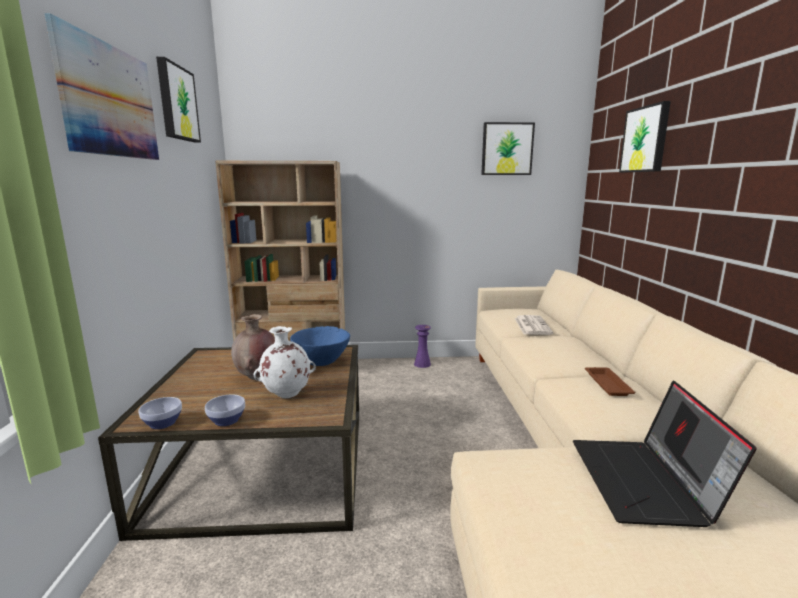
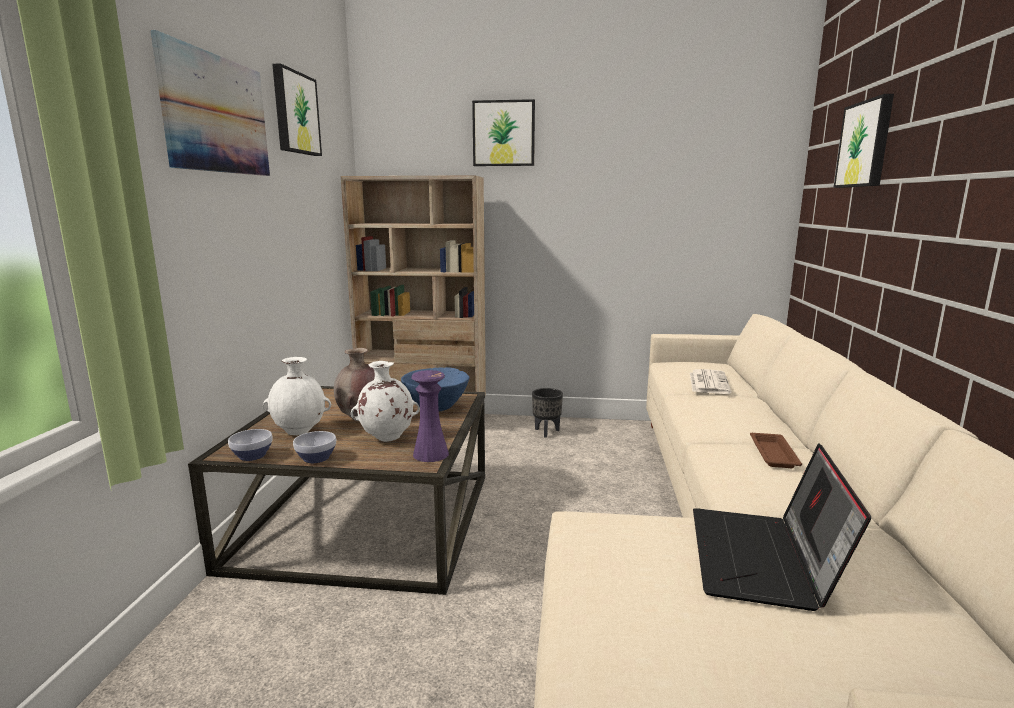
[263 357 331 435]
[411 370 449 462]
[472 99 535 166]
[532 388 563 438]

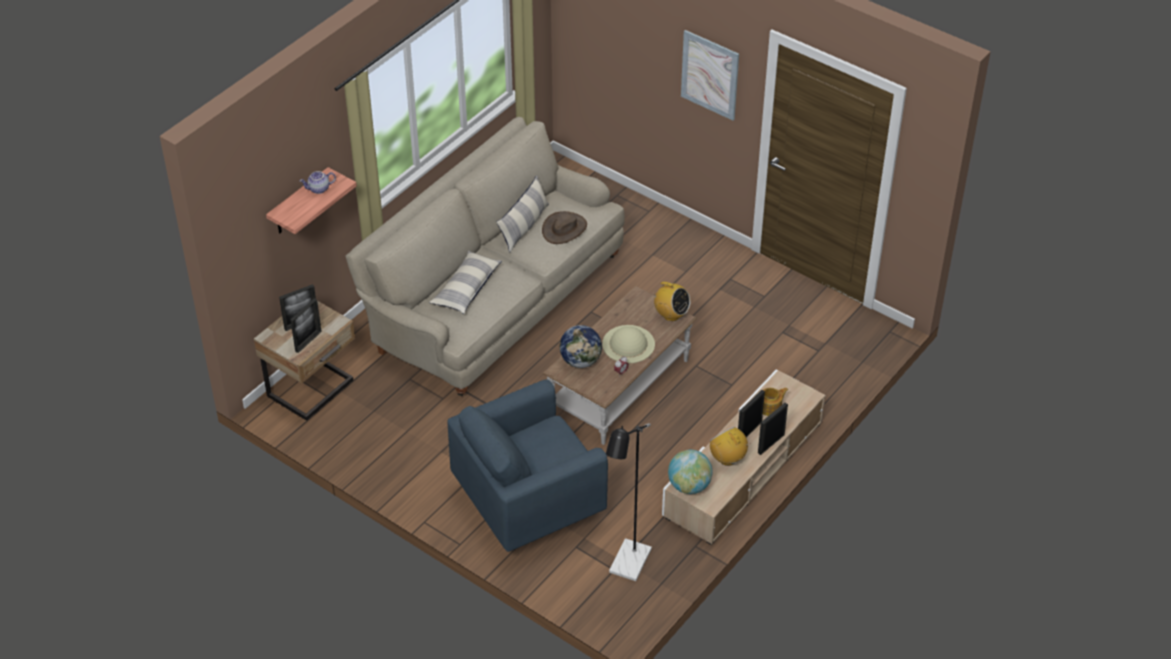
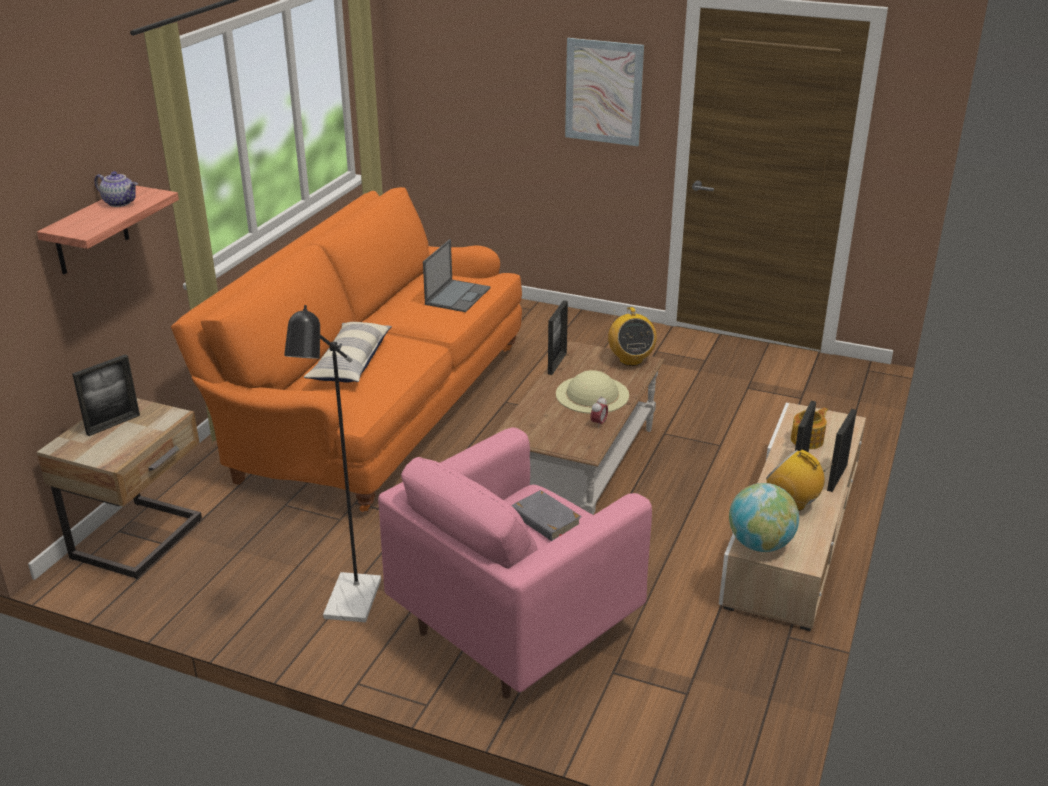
[94 171 138 207]
[171 187 522 512]
[284 305 381 622]
[378 427 652 698]
[423 239 491 312]
[511 490 582 541]
[548 300 568 375]
[608 307 657 366]
[497 175 549 253] (first image)
[560 325 602 368] (first image)

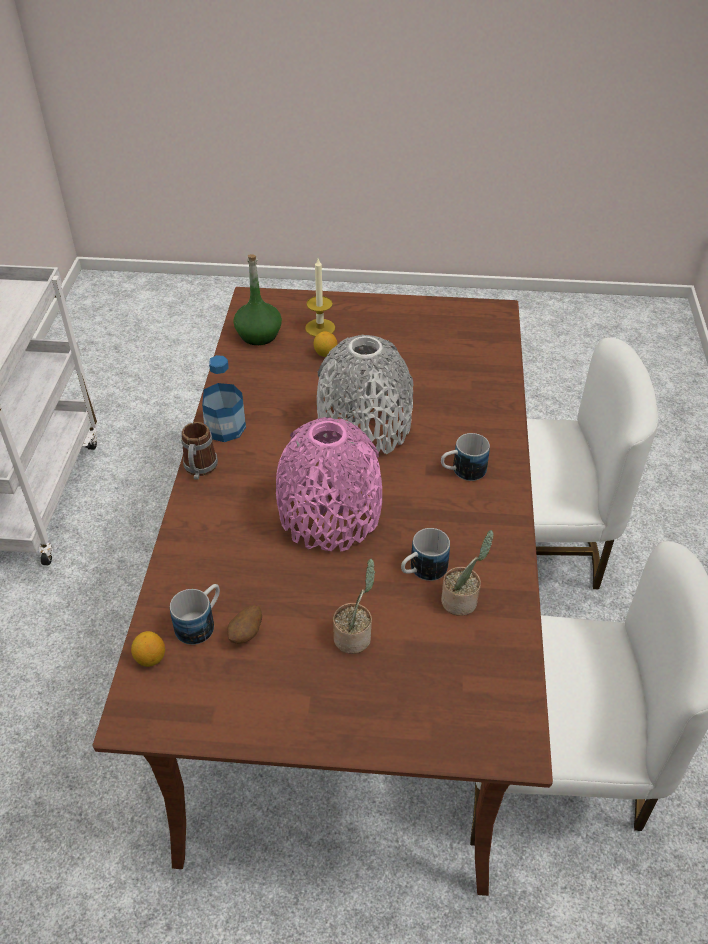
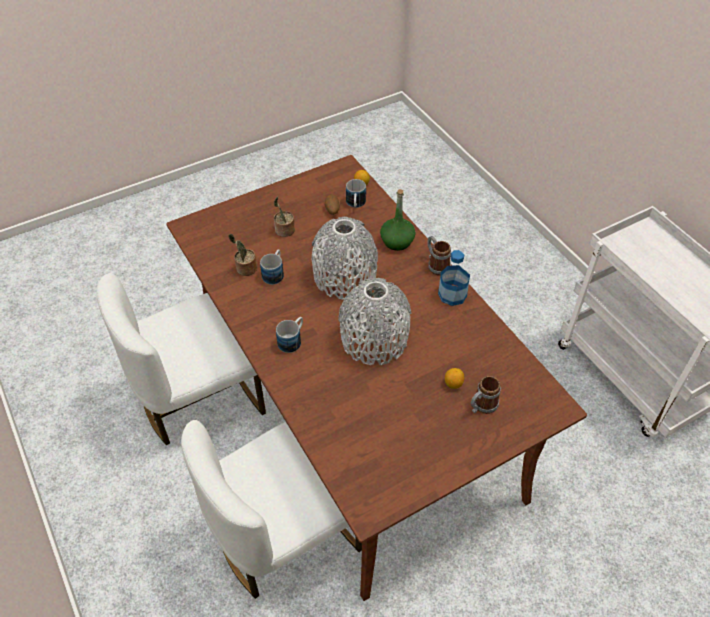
[312 217 378 299]
[380 189 416 251]
[471 376 501 414]

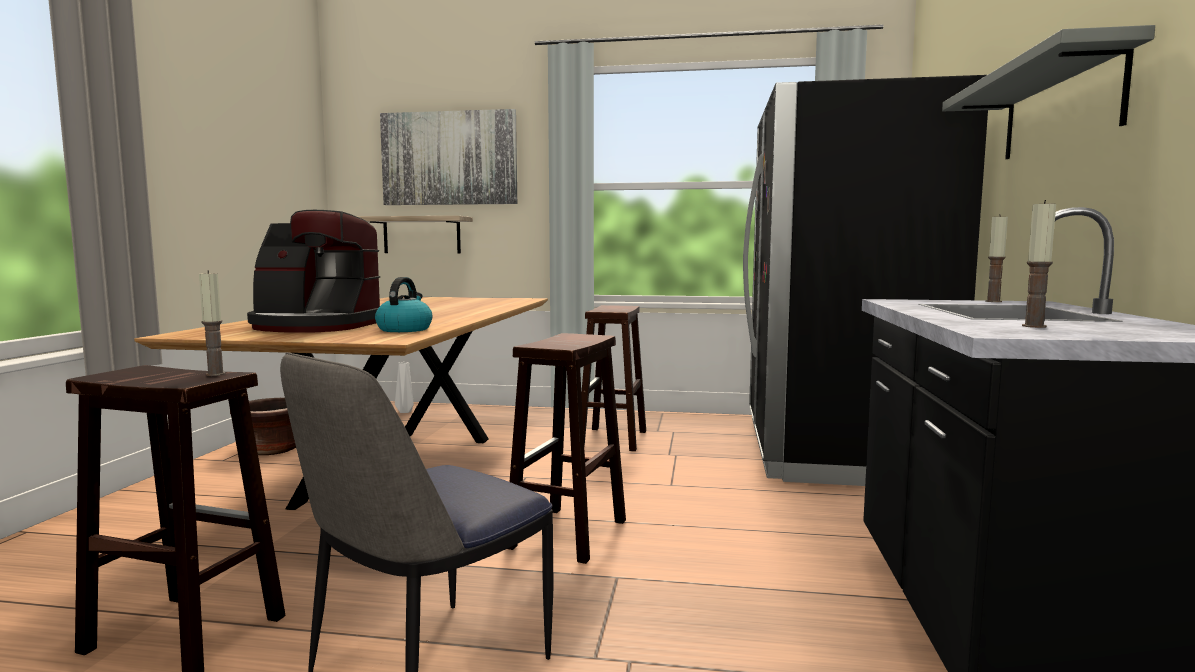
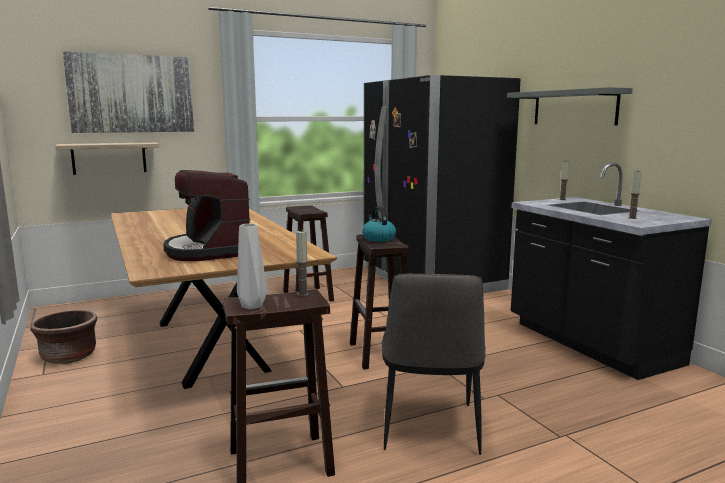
[163 170 250 261]
[237 224 267 309]
[362 207 396 242]

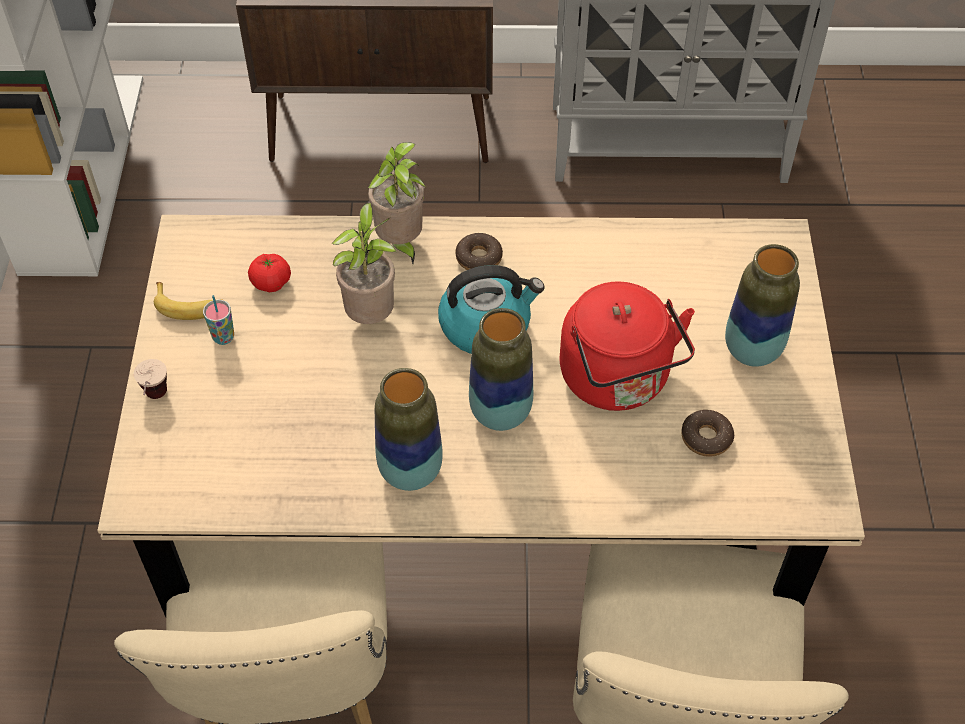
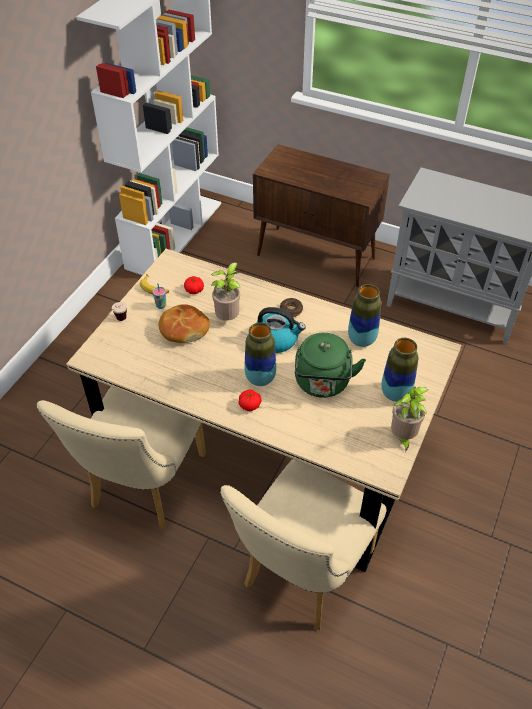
[159 304 210 343]
[238 390 261 411]
[295 333 366 398]
[348 284 381 347]
[391 387 428 452]
[681 410 734 457] (first image)

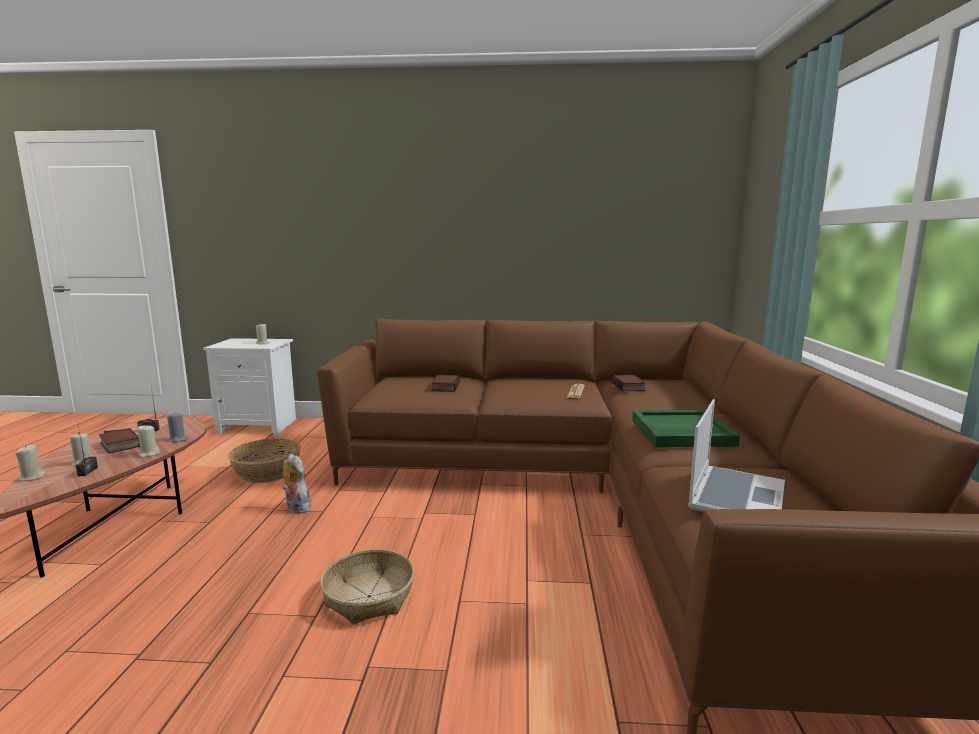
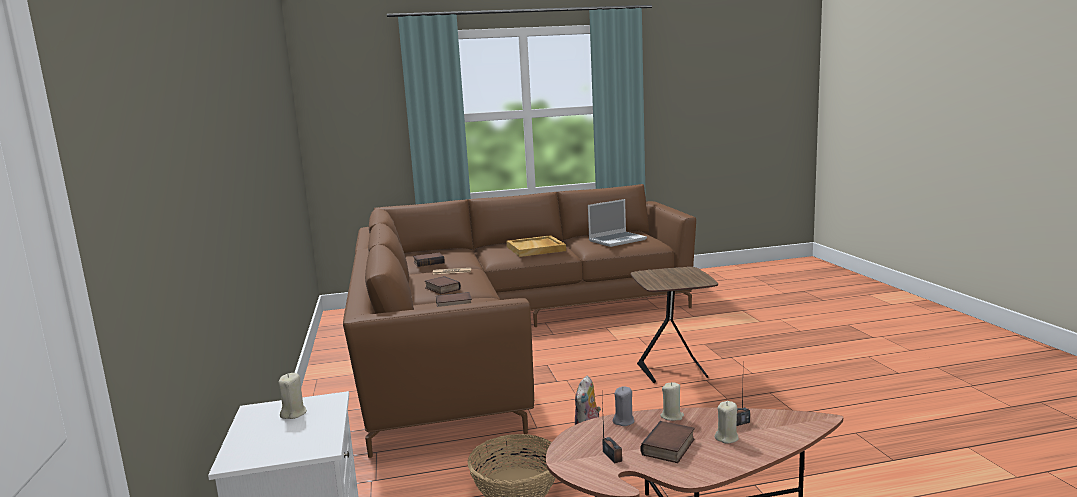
[425 276 461 294]
[506 235 566 257]
[588 199 647 247]
[631 267 718 383]
[15 445 46 481] (first image)

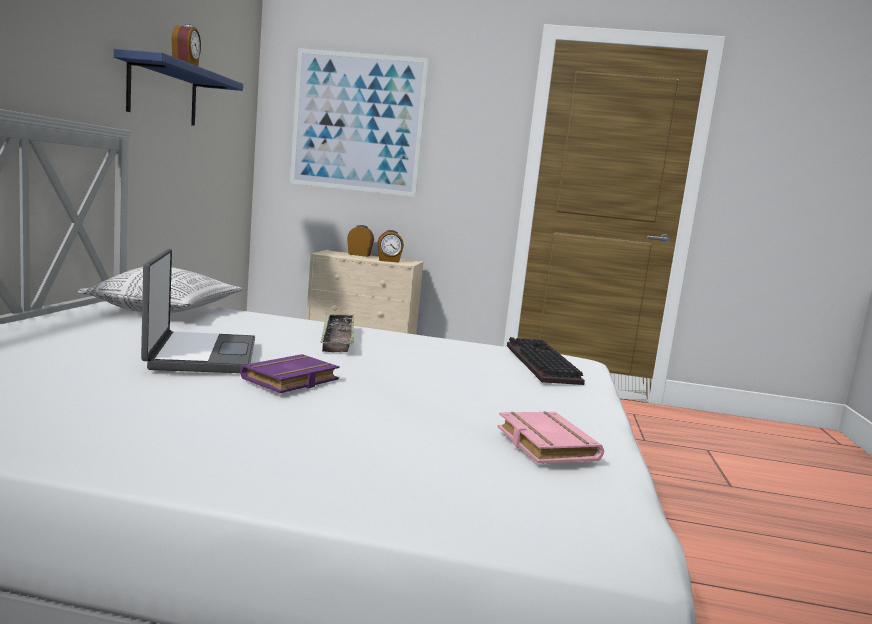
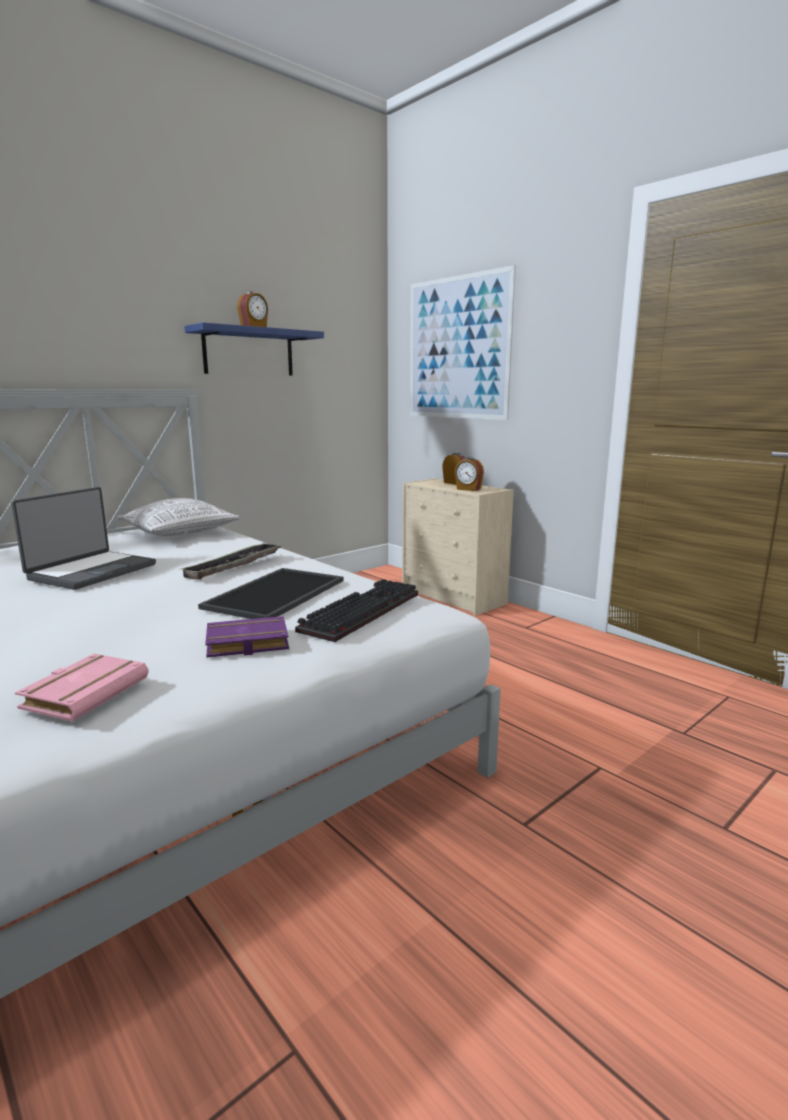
[198 568 344 619]
[205 616 289 657]

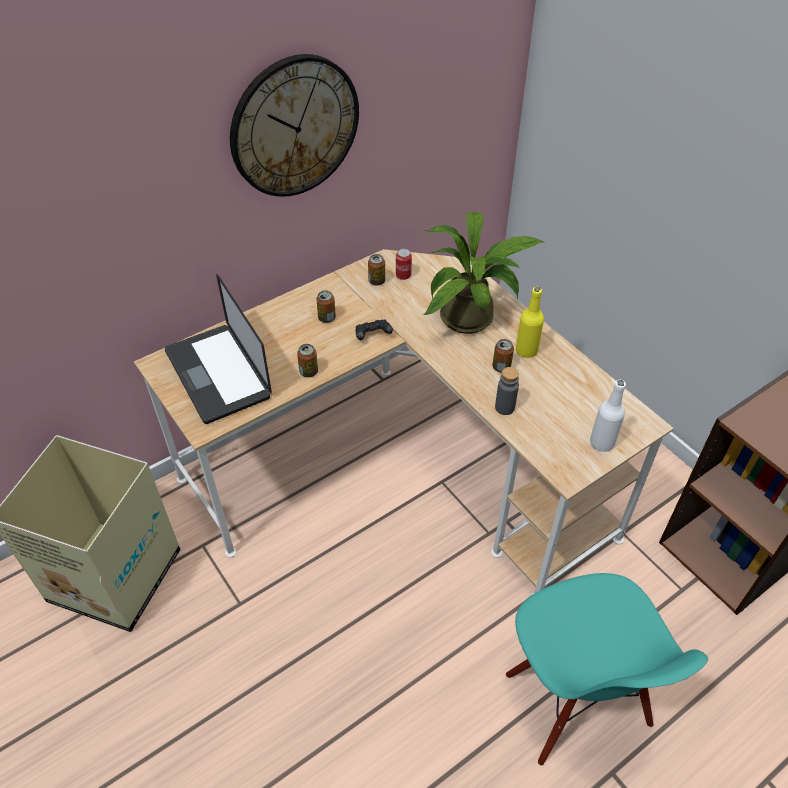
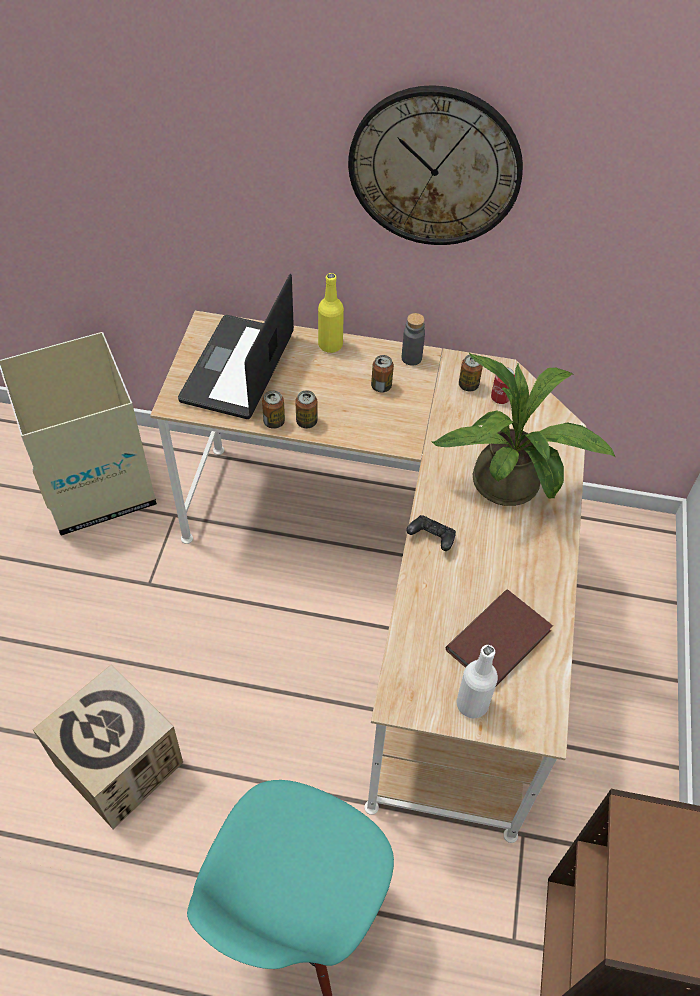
[33 664 183 829]
[262 390 285 429]
[318 273 344 353]
[402 313 425 366]
[406 515 456 551]
[446 590 553 686]

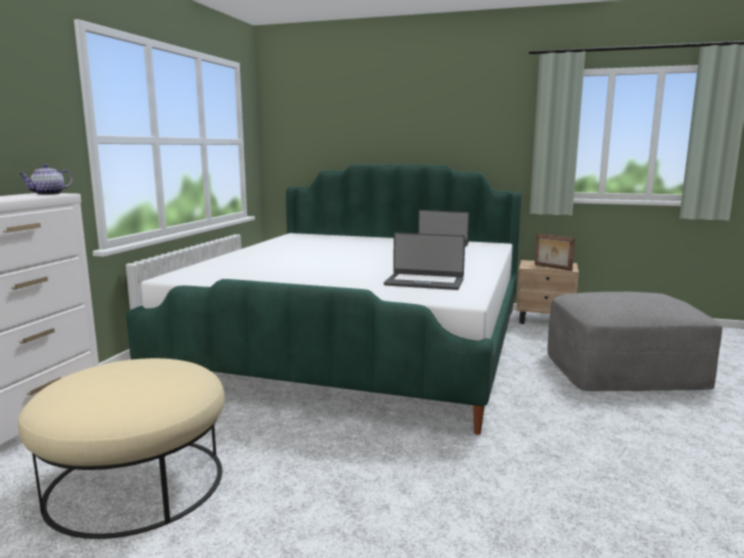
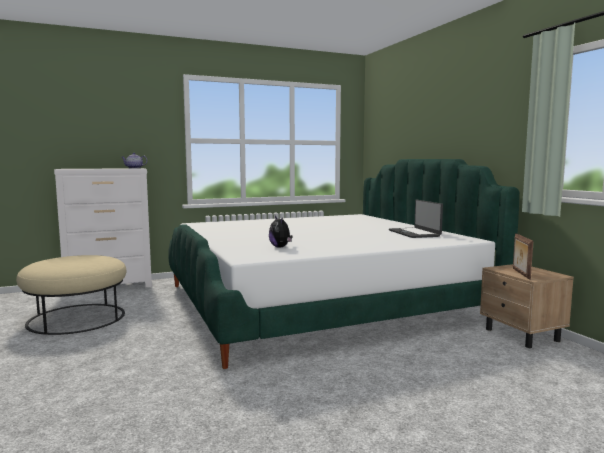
[269 216 293 248]
[548 292 722 391] (first image)

